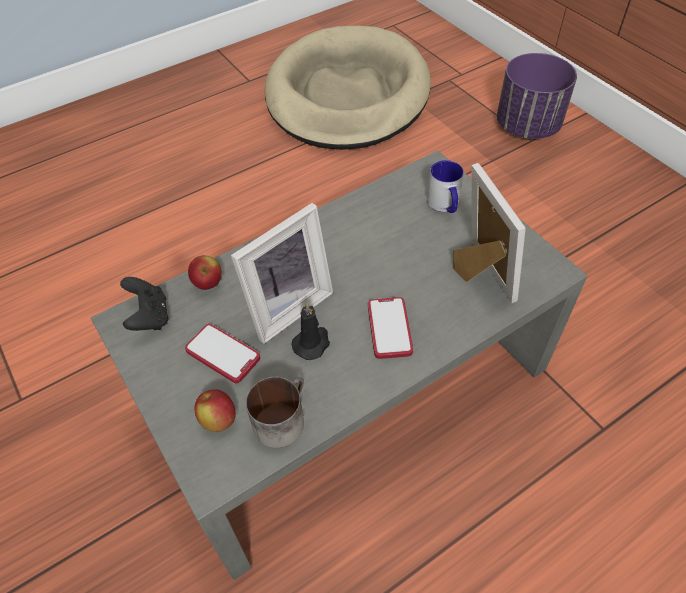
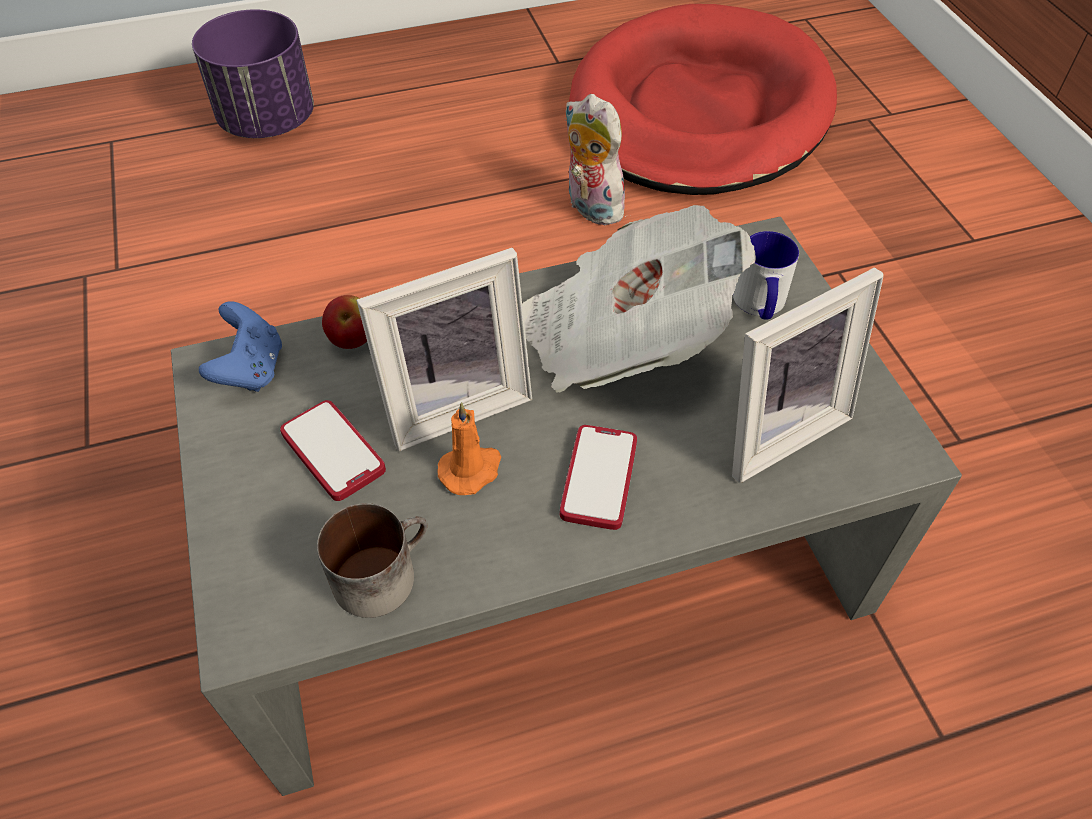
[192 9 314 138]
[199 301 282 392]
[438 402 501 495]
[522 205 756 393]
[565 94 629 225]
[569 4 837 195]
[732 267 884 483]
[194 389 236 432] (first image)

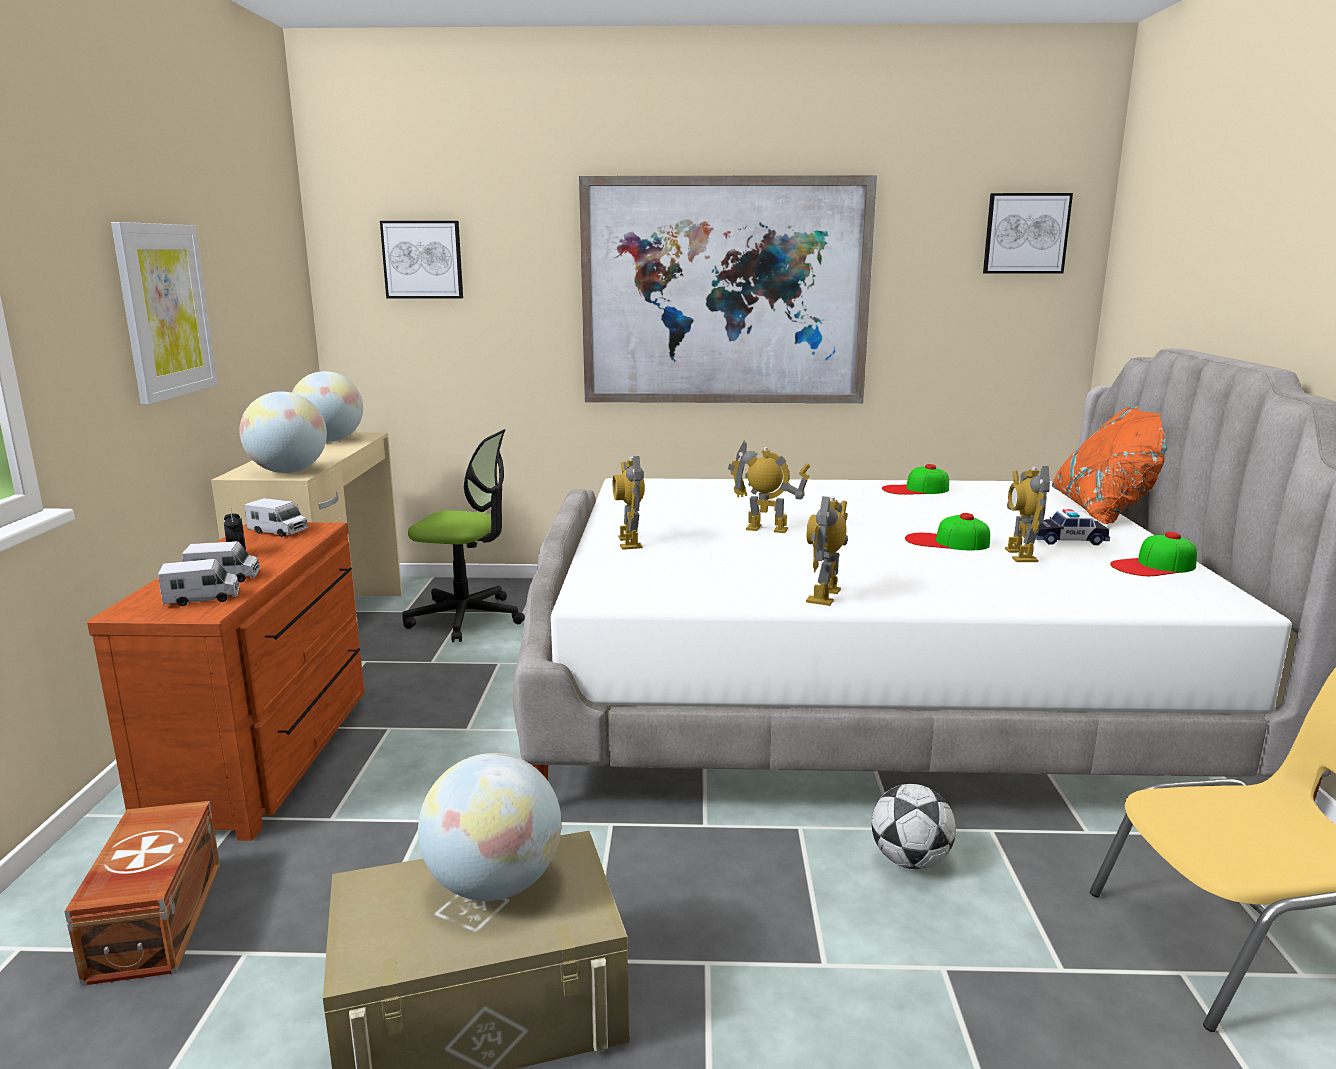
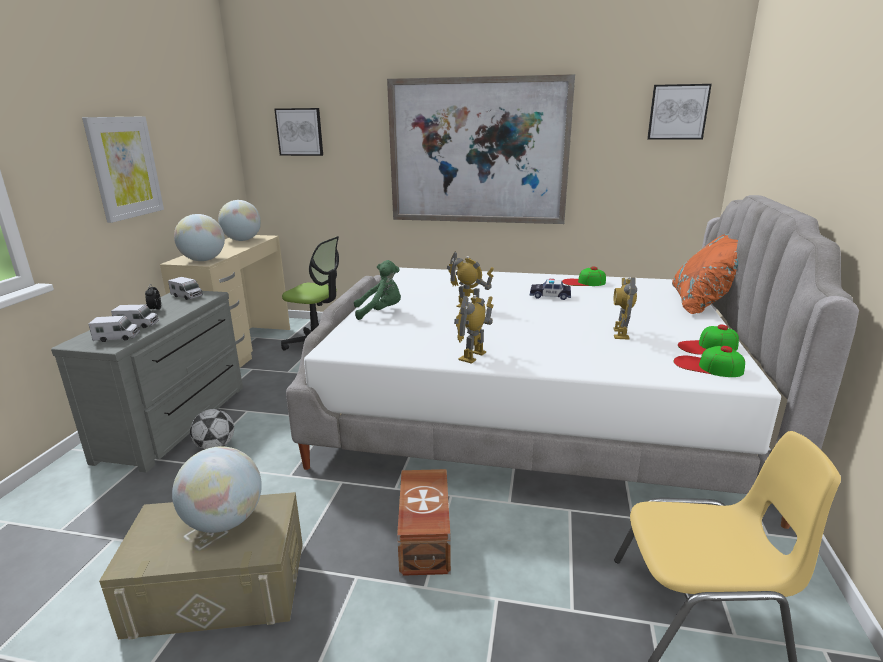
[51 291 243 473]
[190 409 234 450]
[354 260 401 320]
[397 469 451 576]
[530 279 571 300]
[674 346 745 377]

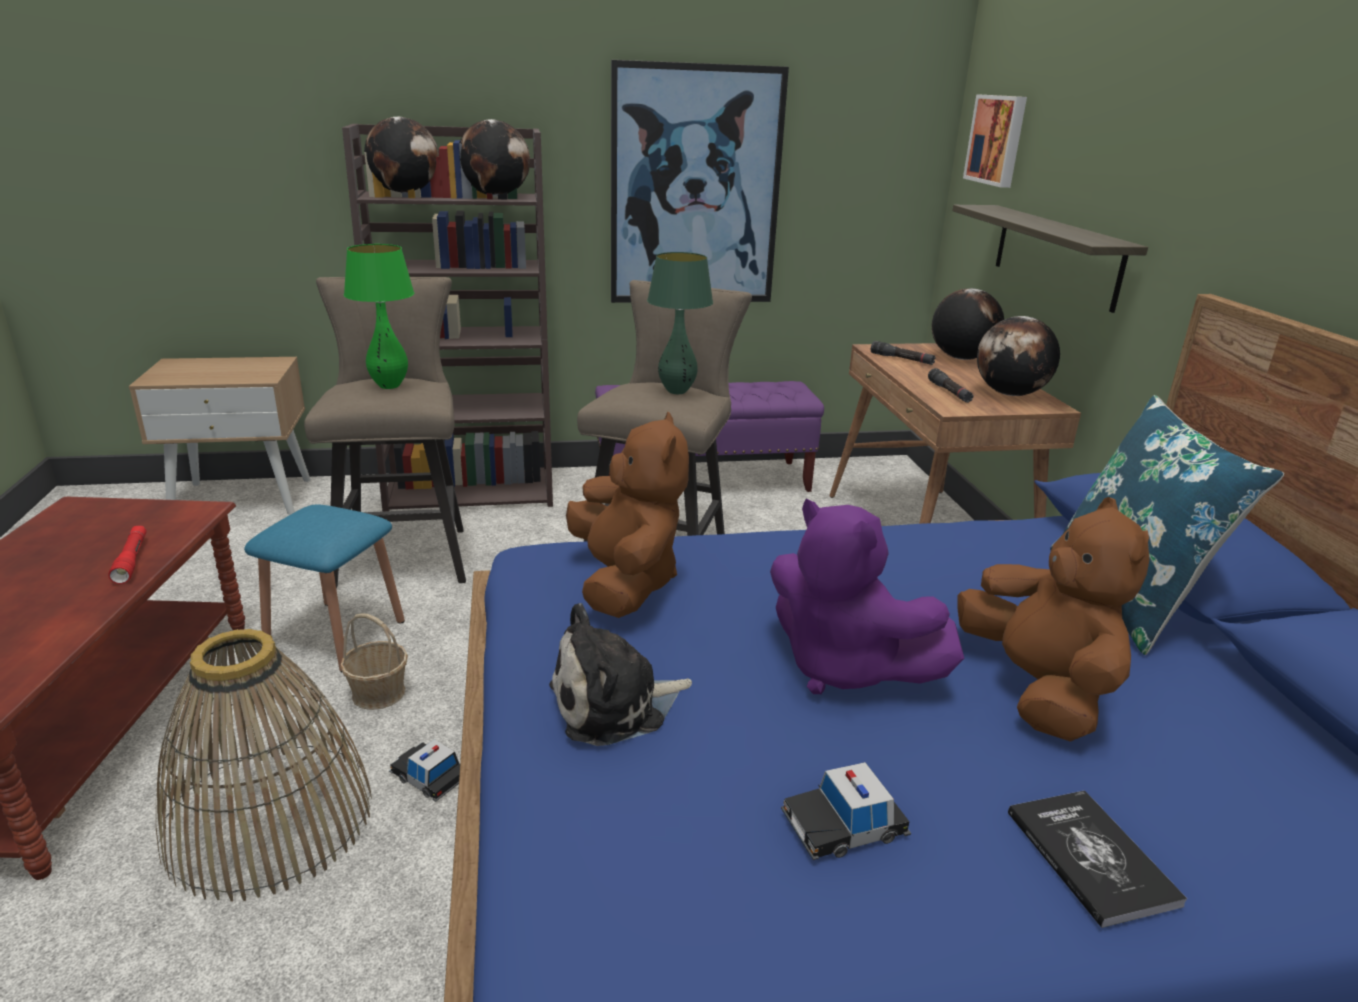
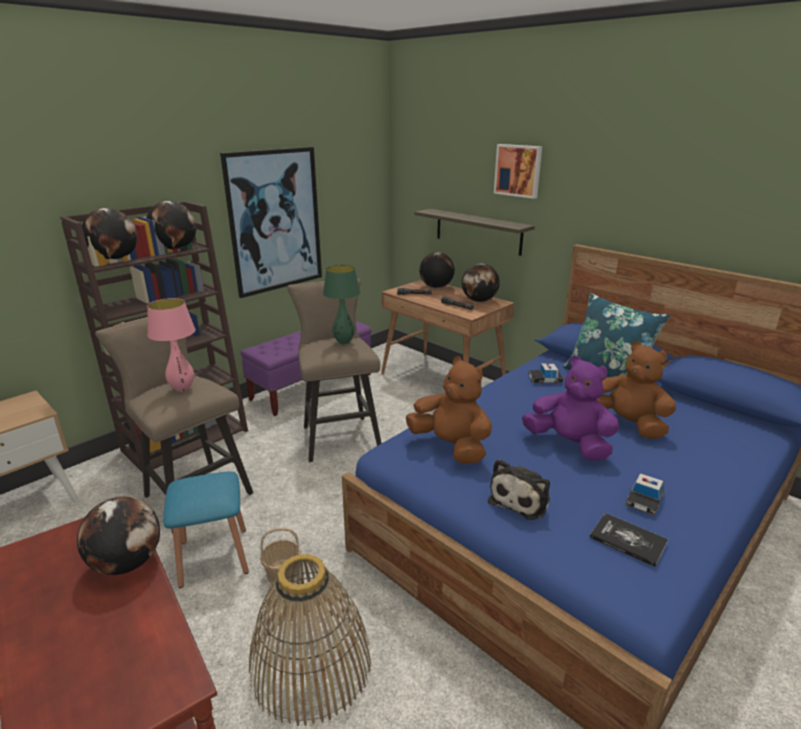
[77 497 160 575]
[147 298 195 392]
[494 144 542 199]
[522 356 619 461]
[528 363 564 384]
[590 513 668 567]

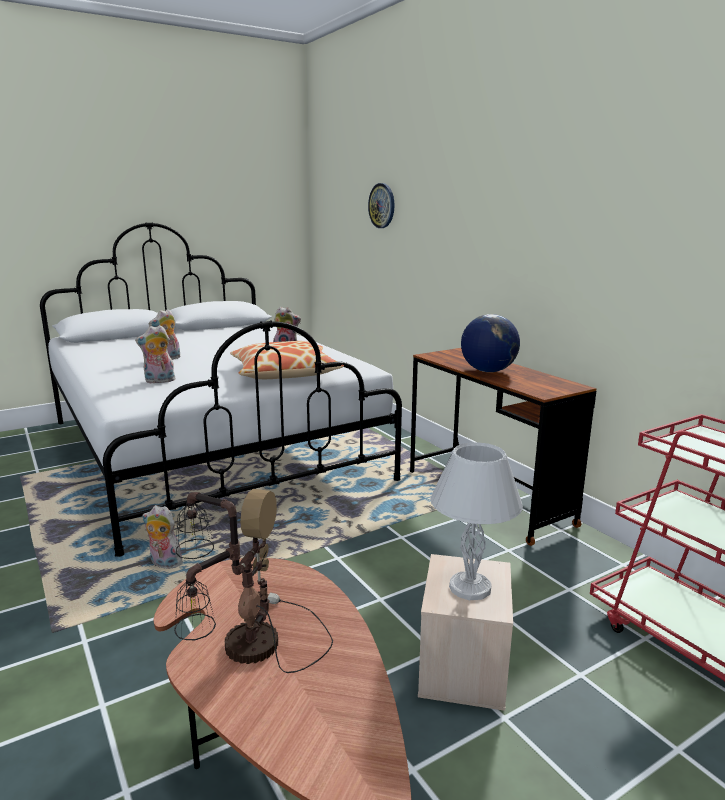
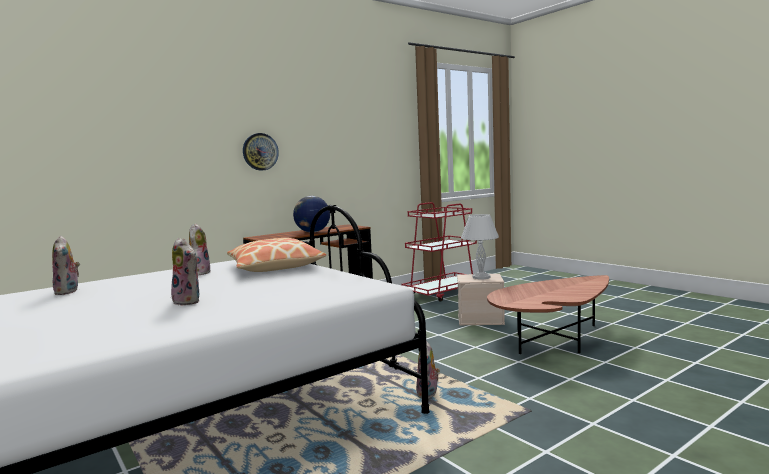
[52 236 80 295]
[243 133 279 171]
[174 489 333 673] (first image)

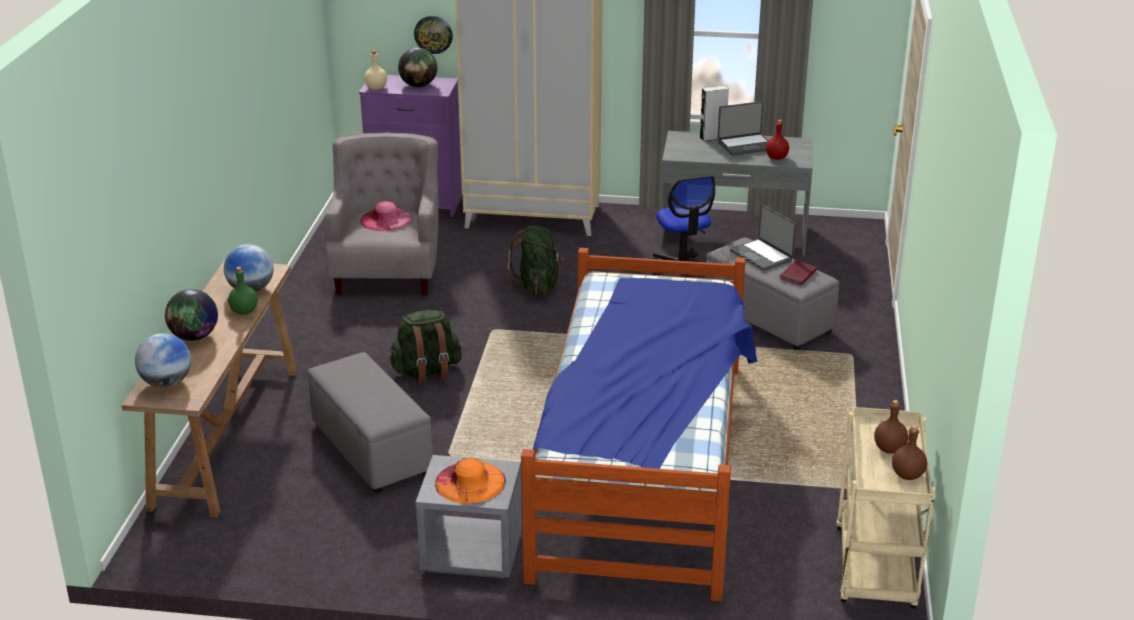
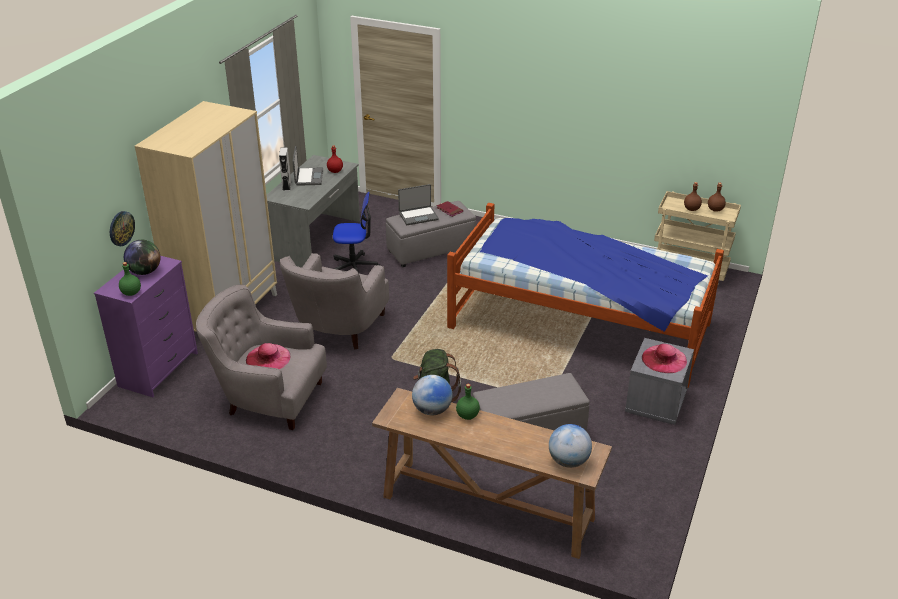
[119 262 141 296]
[280 253 389 350]
[642 344 687 373]
[165 289 218 341] (first image)

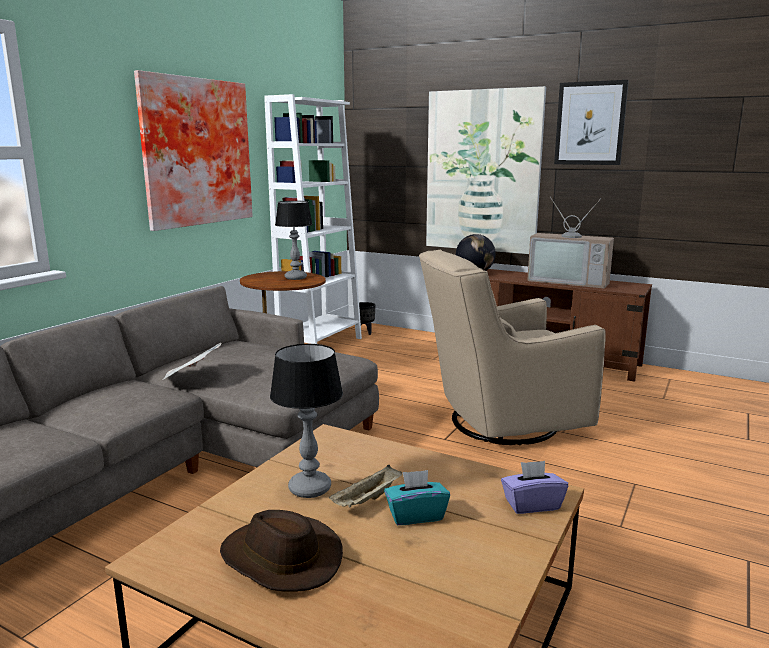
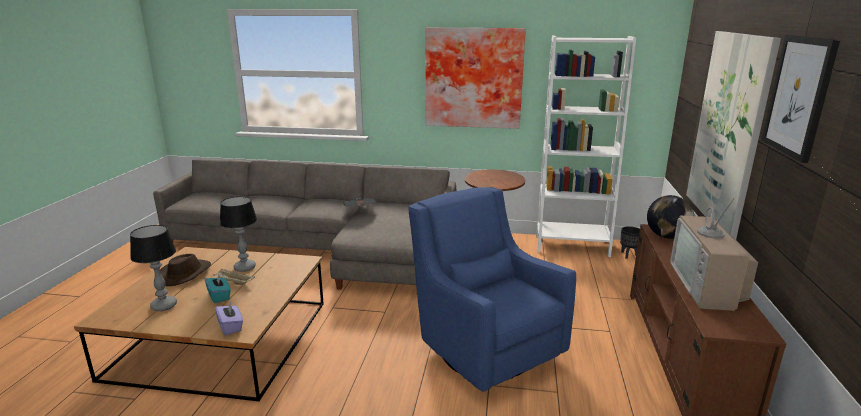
[130 225 177 311]
[409 187 576 392]

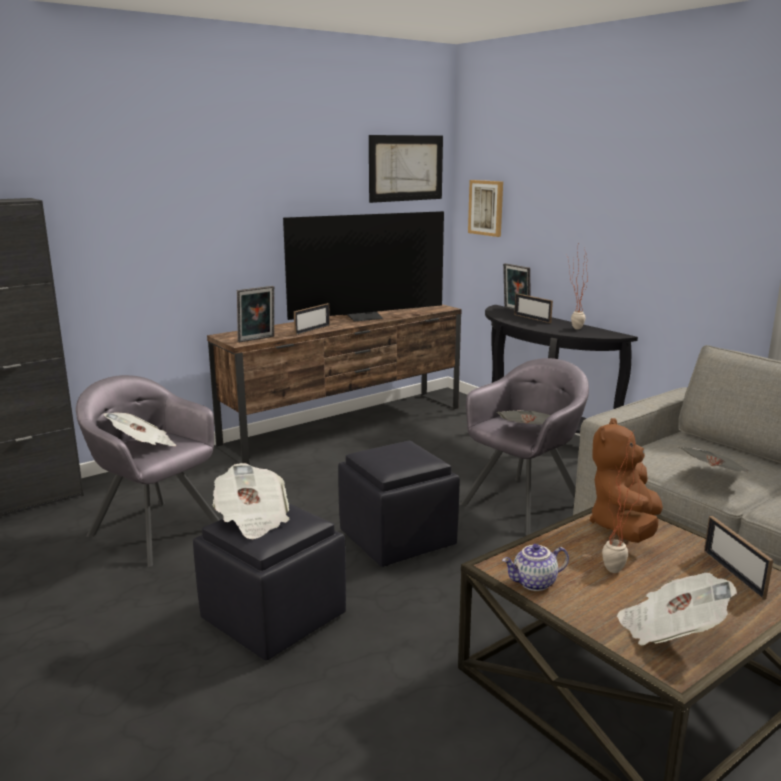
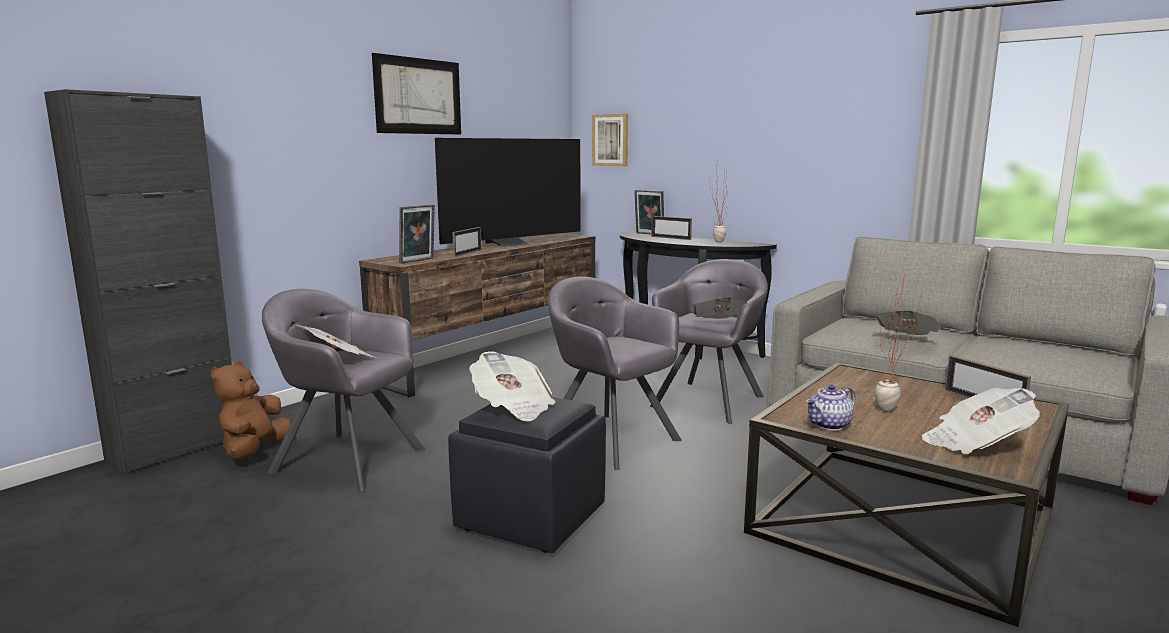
[210 360 291 459]
[372 53 461 134]
[548 276 682 470]

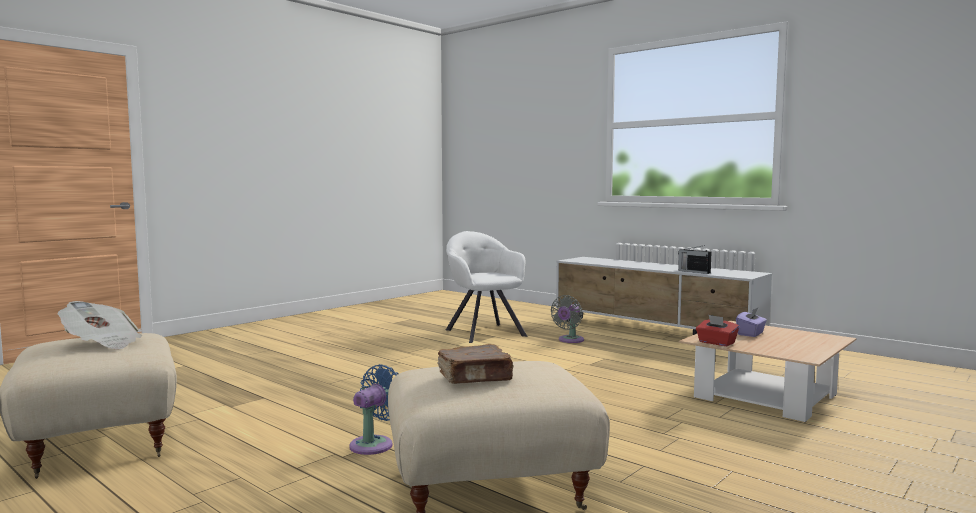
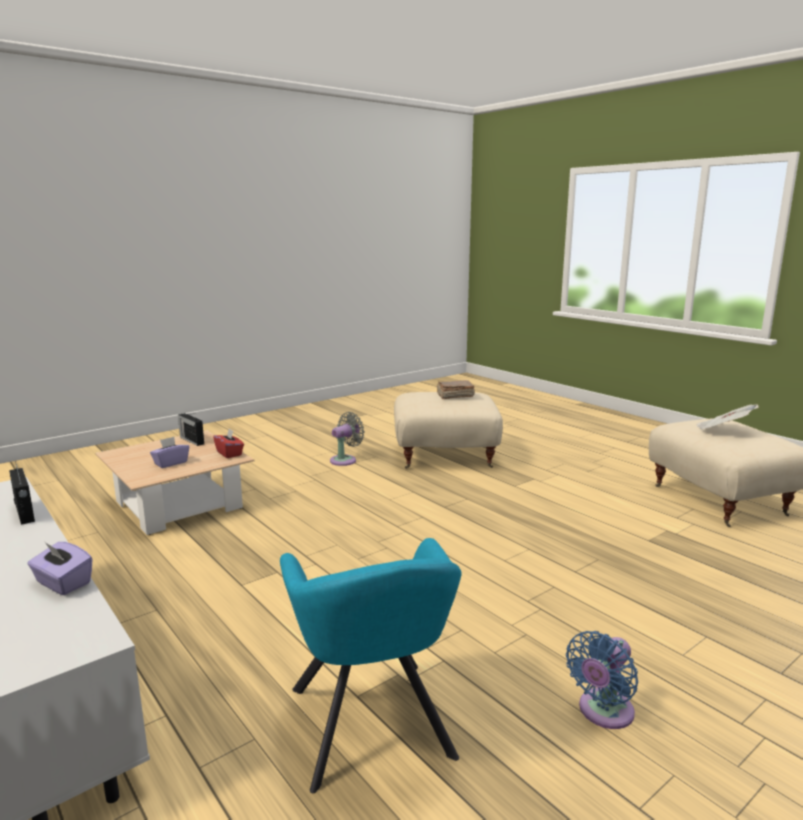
[27 541 92 595]
[178 413 204 446]
[280 538 462 793]
[330 412 365 466]
[566 631 638 729]

